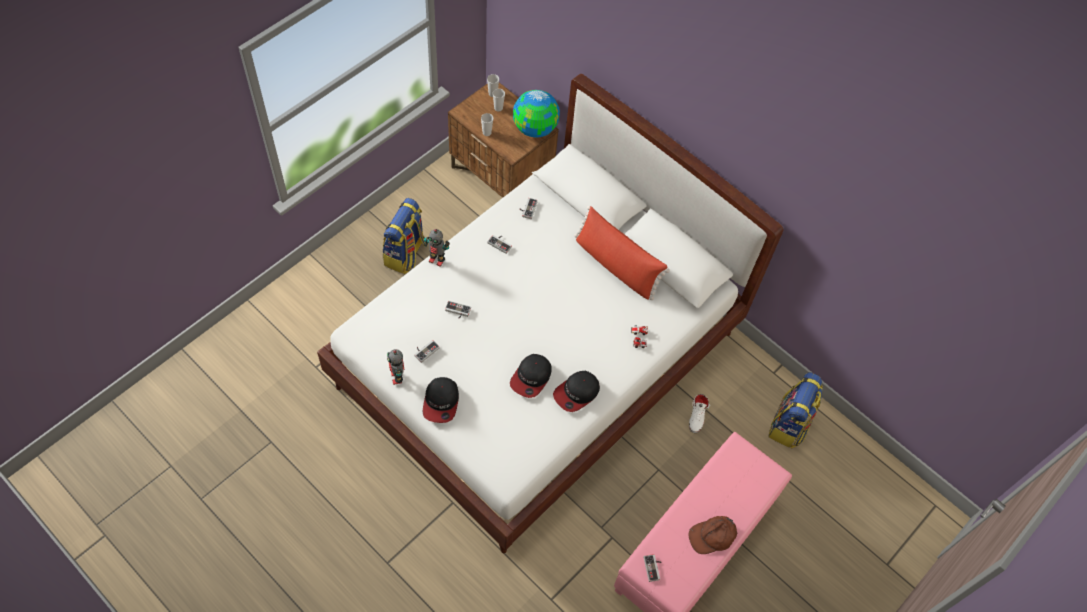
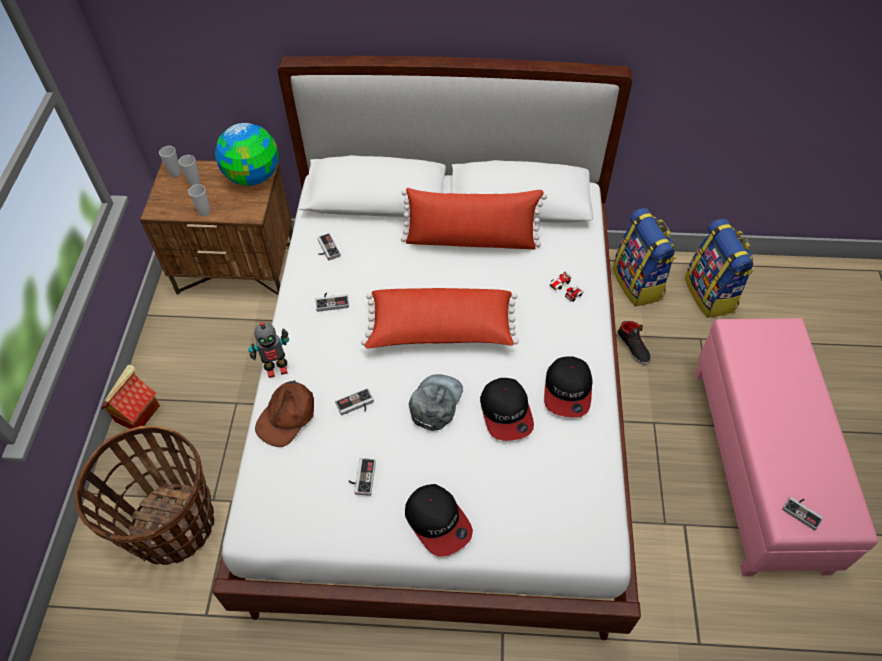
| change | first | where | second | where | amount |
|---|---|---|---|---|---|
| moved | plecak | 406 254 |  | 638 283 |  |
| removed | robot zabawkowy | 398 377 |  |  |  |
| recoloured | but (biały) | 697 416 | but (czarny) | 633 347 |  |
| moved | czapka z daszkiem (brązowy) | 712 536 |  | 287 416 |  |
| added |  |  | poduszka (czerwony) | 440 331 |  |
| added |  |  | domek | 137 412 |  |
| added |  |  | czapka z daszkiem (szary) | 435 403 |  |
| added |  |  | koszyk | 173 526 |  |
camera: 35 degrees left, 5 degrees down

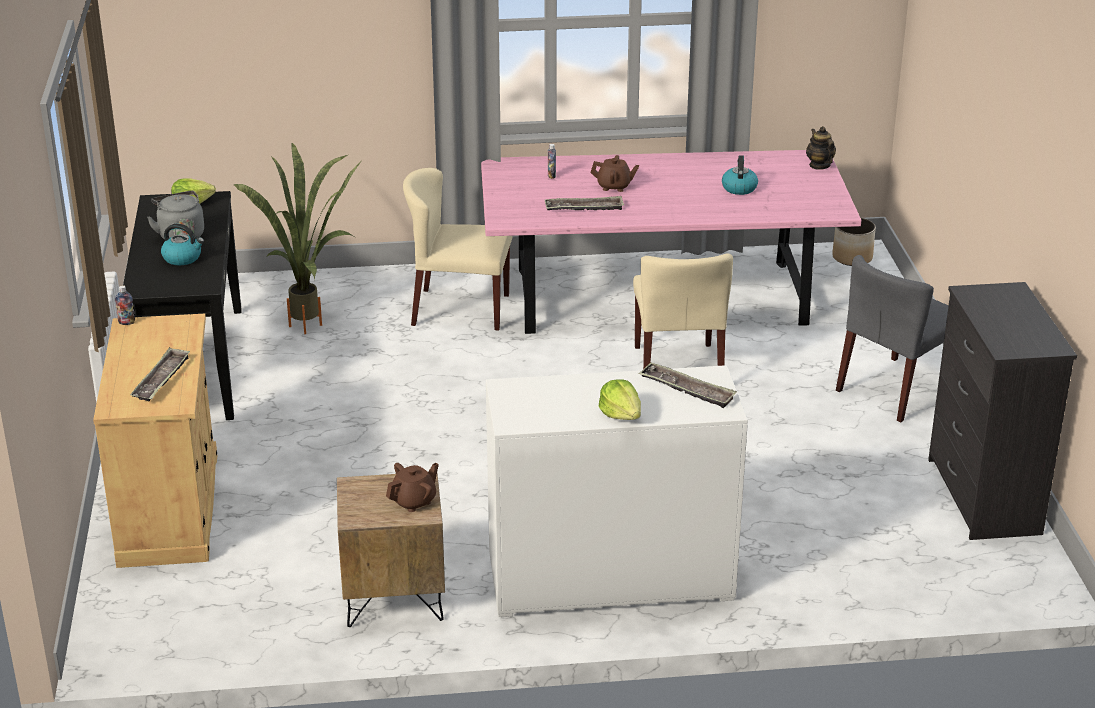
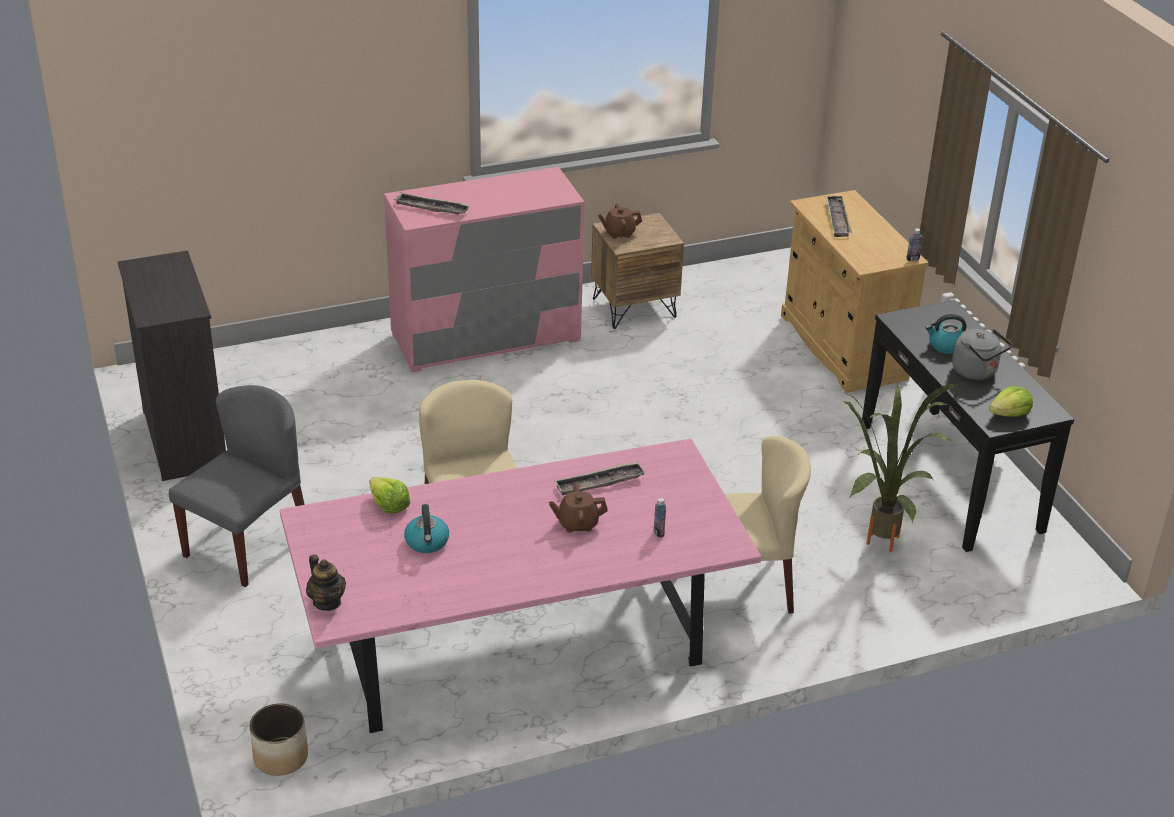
| change | first | where | second | where | amount |
|---|---|---|---|---|---|
| recoloured | komoda (biały) | 610 579 | komoda (różowy) | 485 338 |  |
| moved | sałata | 621 414 |  | 389 505 |  |
| turned | imbryk (brązowy) | 414 501 |  | 619 233 | 45 degrees clockwise |
camera: 165 degrees right, 5 degrees up

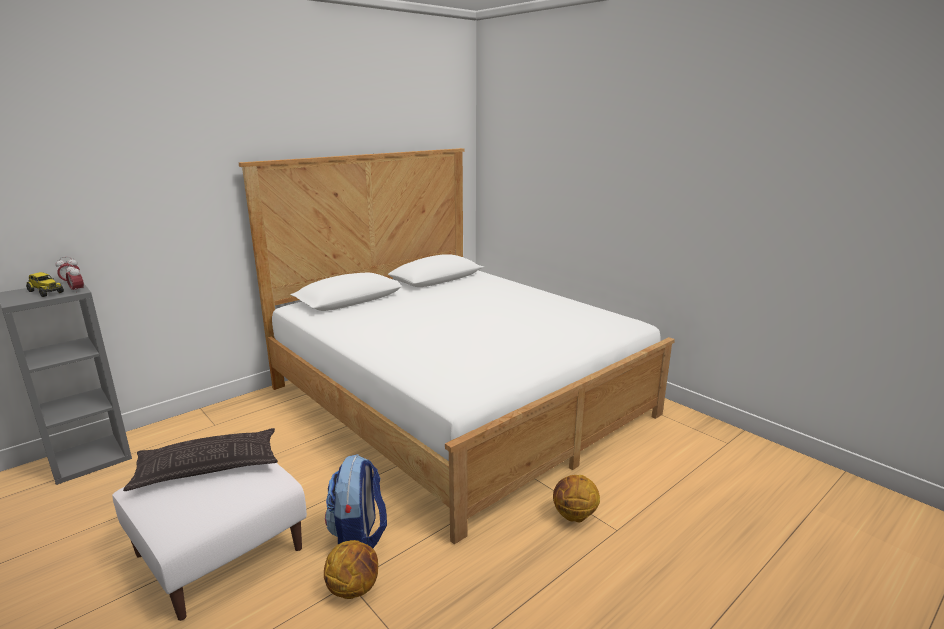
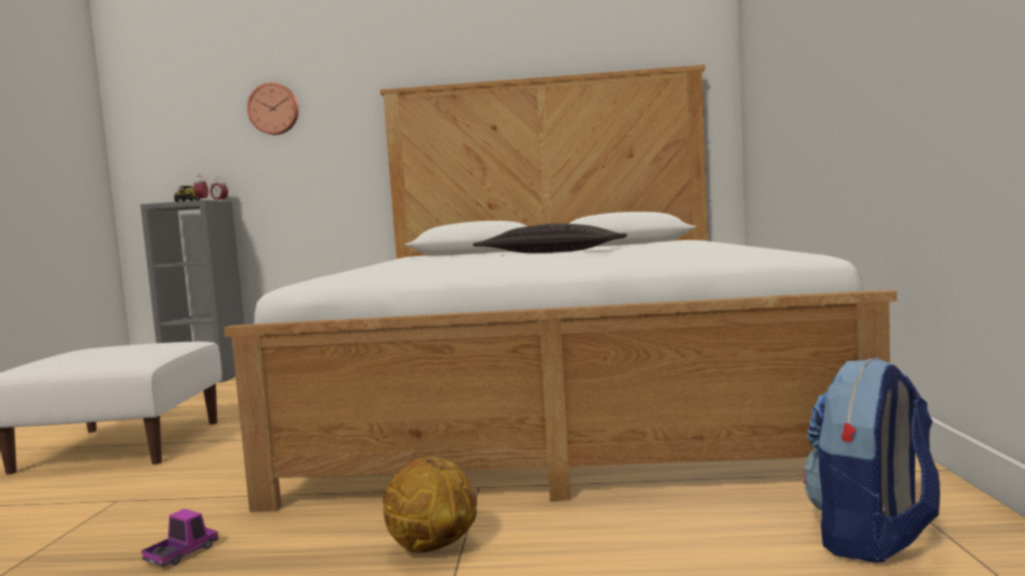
| change | first | where | second | where | amount |
|---|---|---|---|---|---|
| moved | poduszka | 208 467 |  | 551 252 |  |
| moved | plecak | 359 538 |  | 871 537 |  |
| removed | piłka do koszykówki | 354 588 |  |  |  |
| added |  |  | zegar ścienny | 274 109 |  |
| added |  |  | ciężarówka zabawkowa | 181 554 |  |
camera: 45 degrees right, 15 degrees down

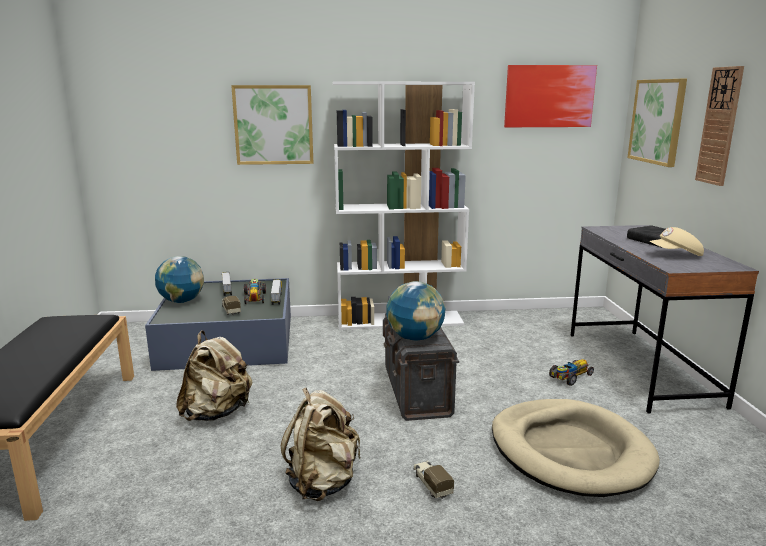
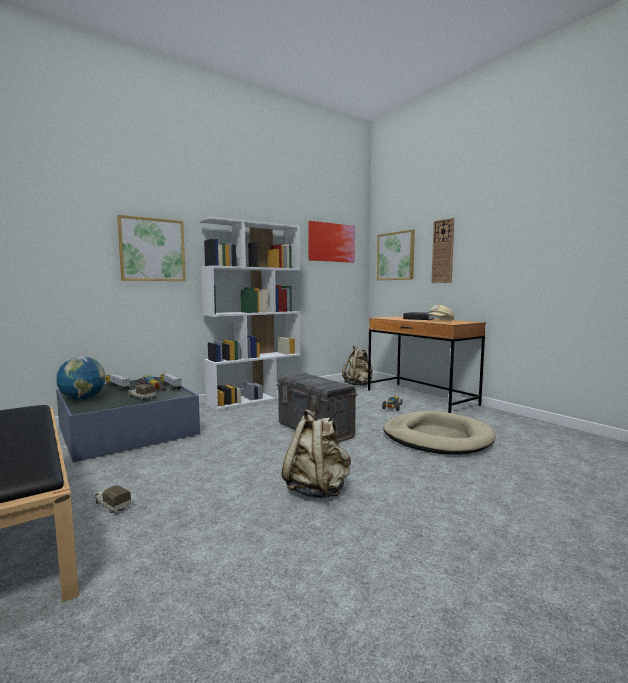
| change | first | where | second | where | amount |
|---|---|---|---|---|---|
| recoloured | biurko (szary) | 640 368 | biurko (brązowy) | 420 397 |  |
| removed | globus | 415 338 |  |  |  |
| moved | plecak (beżowy) | 217 413 |  | 358 385 |  |
| moved | ciężarówka zabawkowa | 431 484 |  | 111 505 |  |
camera: 30 degrees left, 10 degrees down

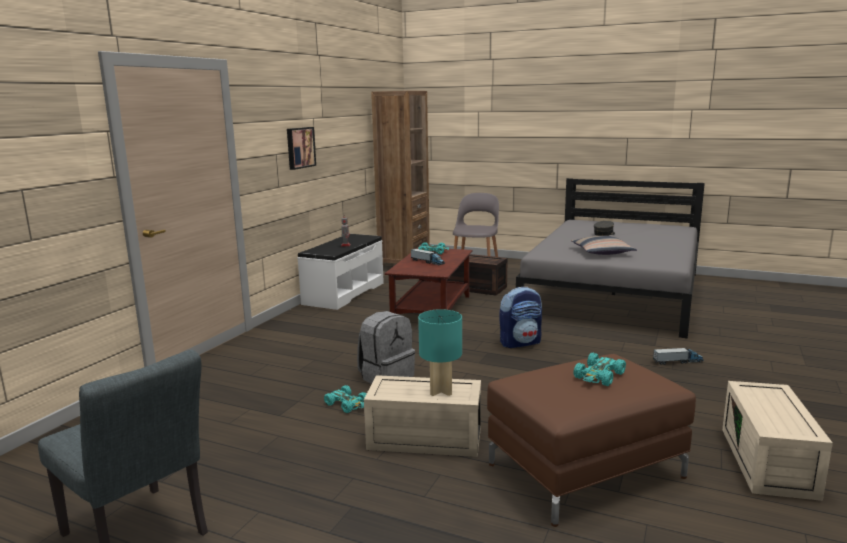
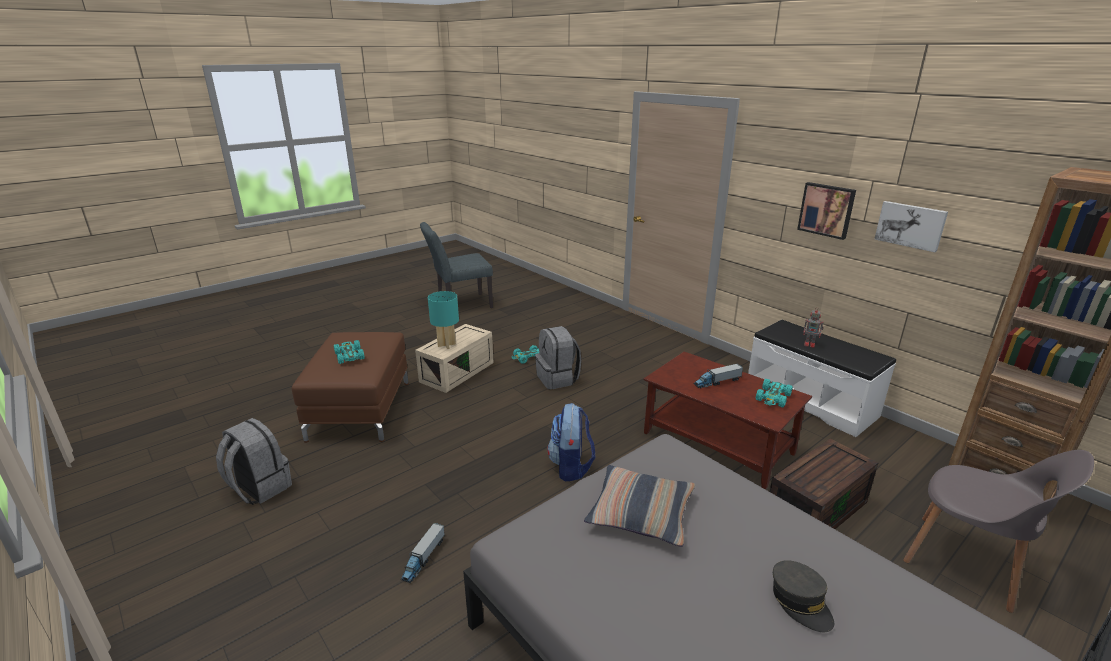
| change | first | where | second | where | amount |
|---|---|---|---|---|---|
| replaced | pojemnik do przechowywania (beżowy) | 770 463 | plecak (szary) | 259 488 |  |
| added |  |  | obraz | 910 225 |  |
camera: 115 degrees right, 10 degrees up

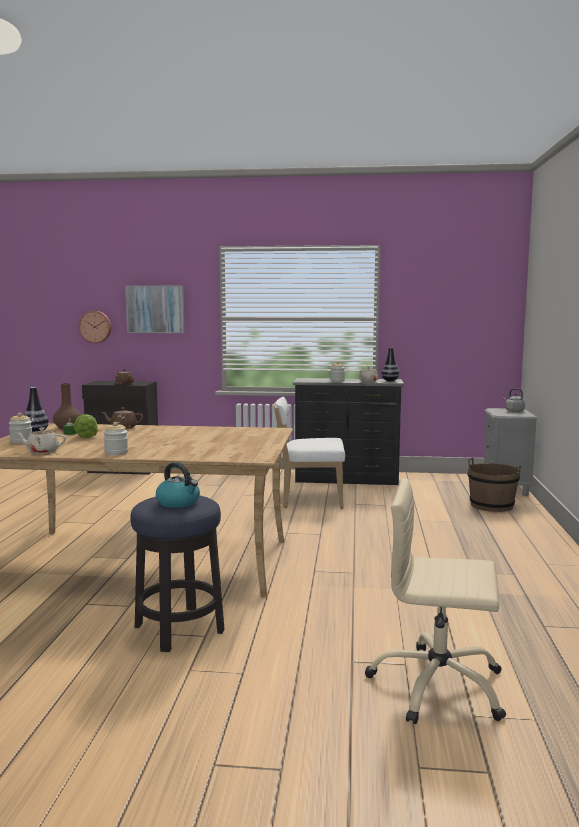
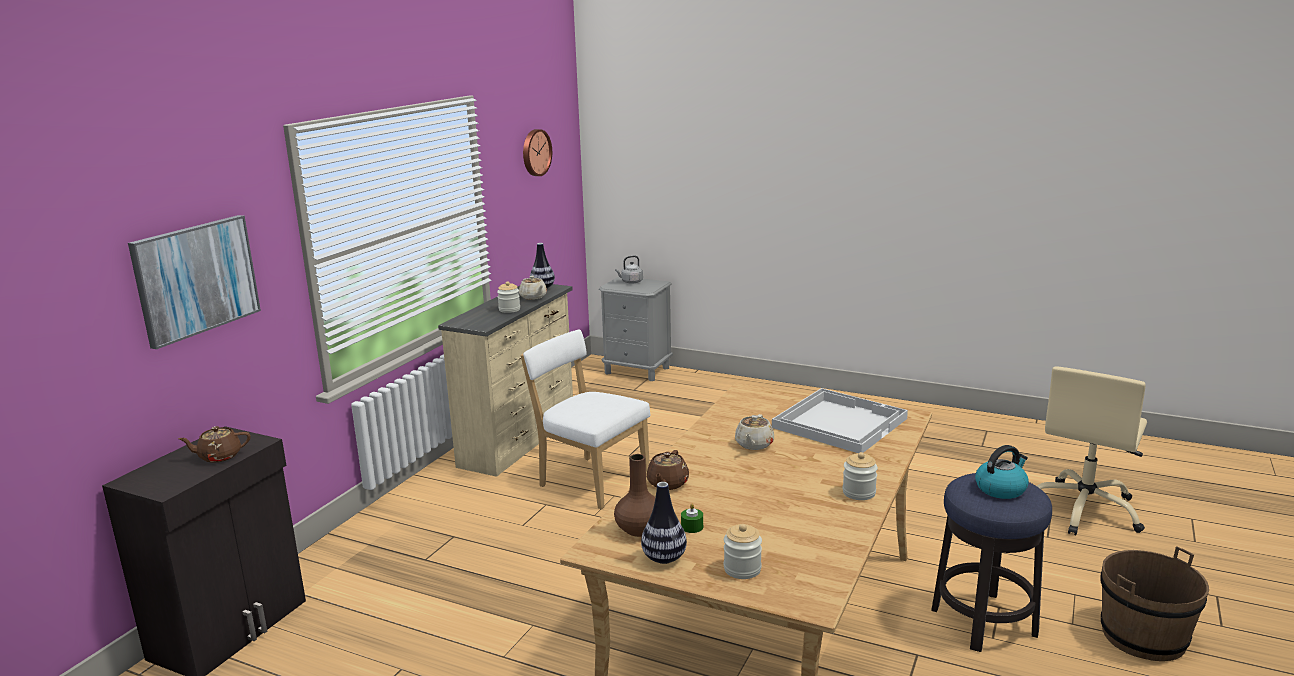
| change | first | where | second | where | amount |
|---|---|---|---|---|---|
| moved | zegar ścienny | 95 326 |  | 535 152 |  |
| recoloured | komoda (czarny) | 347 479 | komoda (beżowy) | 520 440 |  |
| turned | krzesło (biały) | 309 500 |  | 590 481 | 105 degrees clockwise |
| removed | sałata | 86 436 |  |  |  |
| moved | imbryk (beżowy) | 42 451 |  | 754 444 |  |
| moved | wiadro (brązowy) | 491 505 |  | 1143 636 |  |
| added |  |  | taca (biały) | 839 422 |  |
camera: 70 degrees left, 10 degrees up

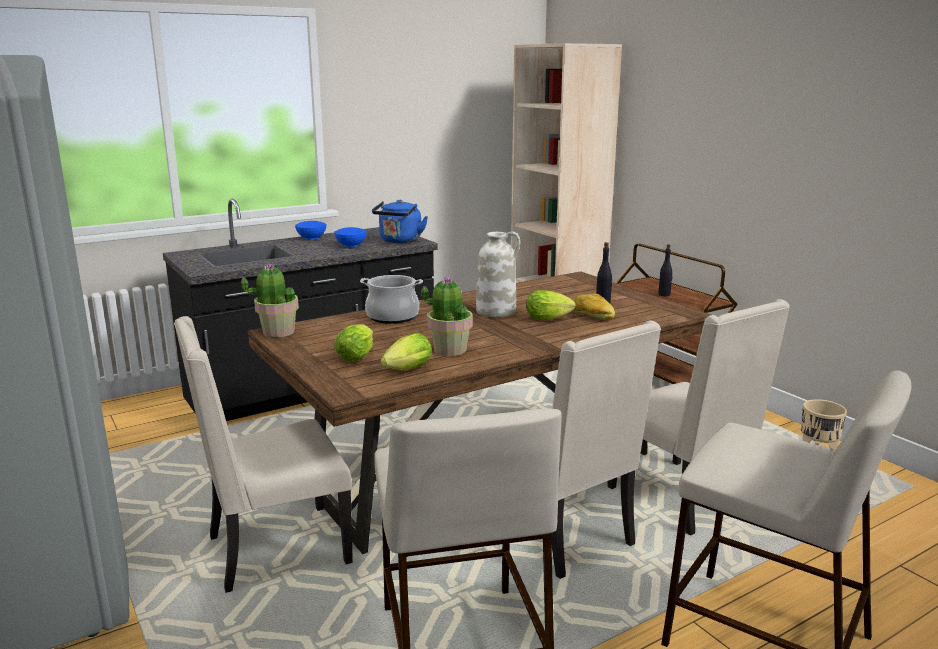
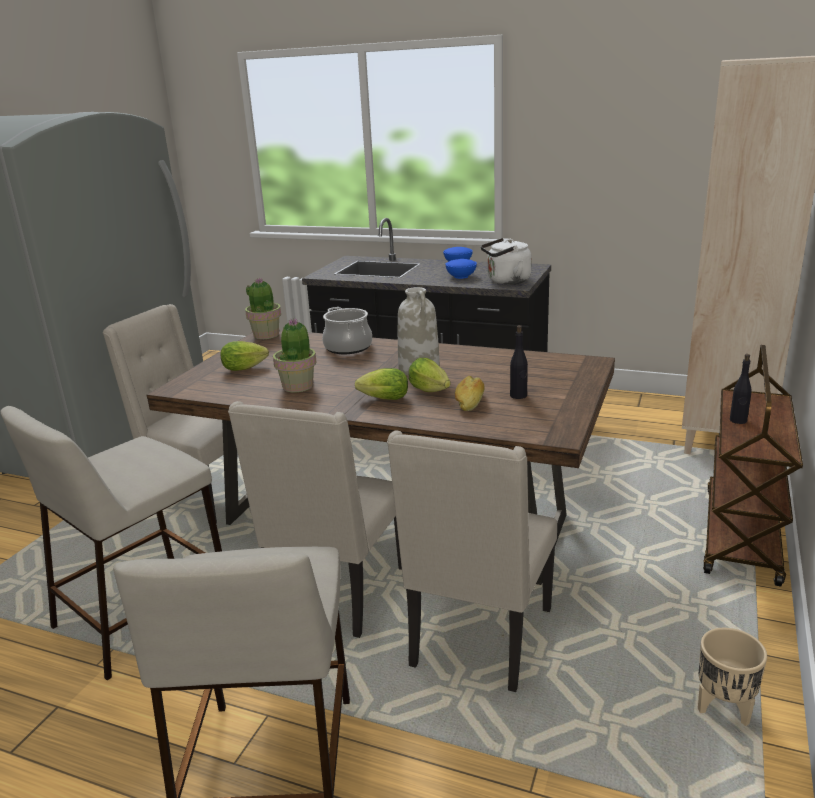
| change | first | where | second | where | amount |
|---|---|---|---|---|---|
| recoloured | czajnik (niebieski) | 399 241 | czajnik (biały) | 506 281 |  |
| moved | sałata | 405 371 |  | 382 399 |  |
camera: 55 degrees right, 5 degrees up

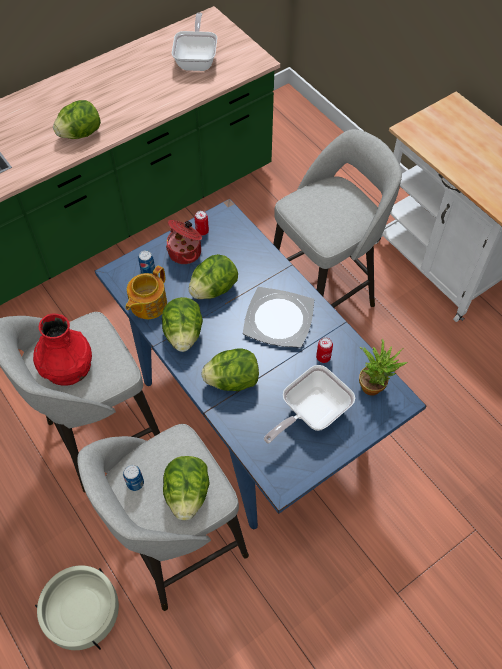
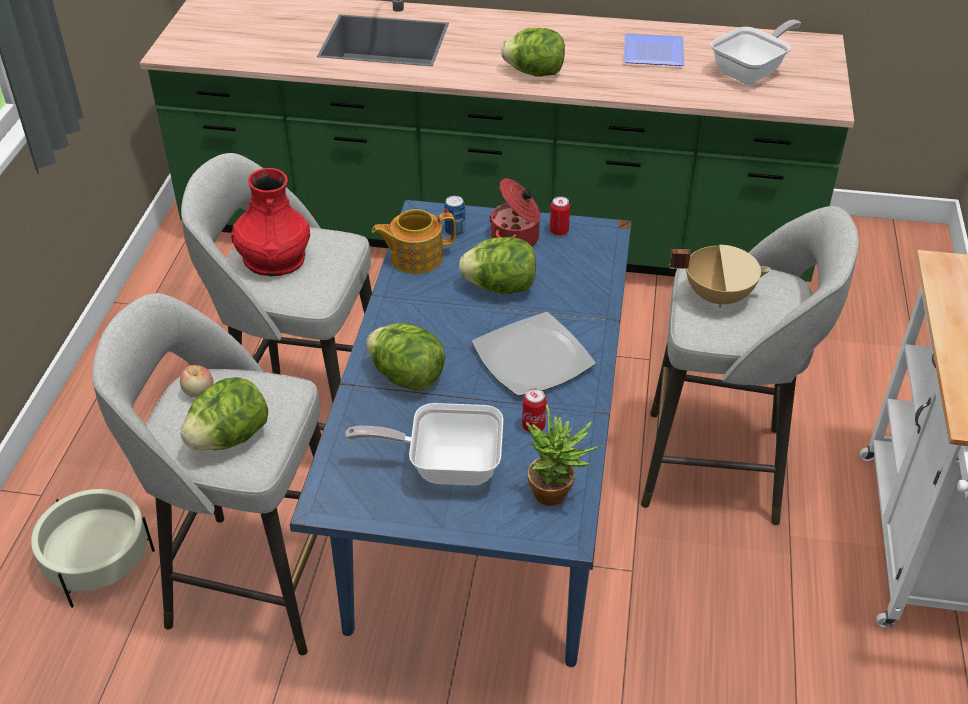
| change | first | where | second | where | amount |
|---|---|---|---|---|---|
| removed | sałata | 183 334 |  |  |  |
| replaced | puszka | 135 483 | jabłko | 199 392 |  |
| added |  |  | talerz | 651 54 |  |
| added |  |  | garnek (beżowy) | 717 295 |  |
camera: 45 degrees right, 15 degrees down

